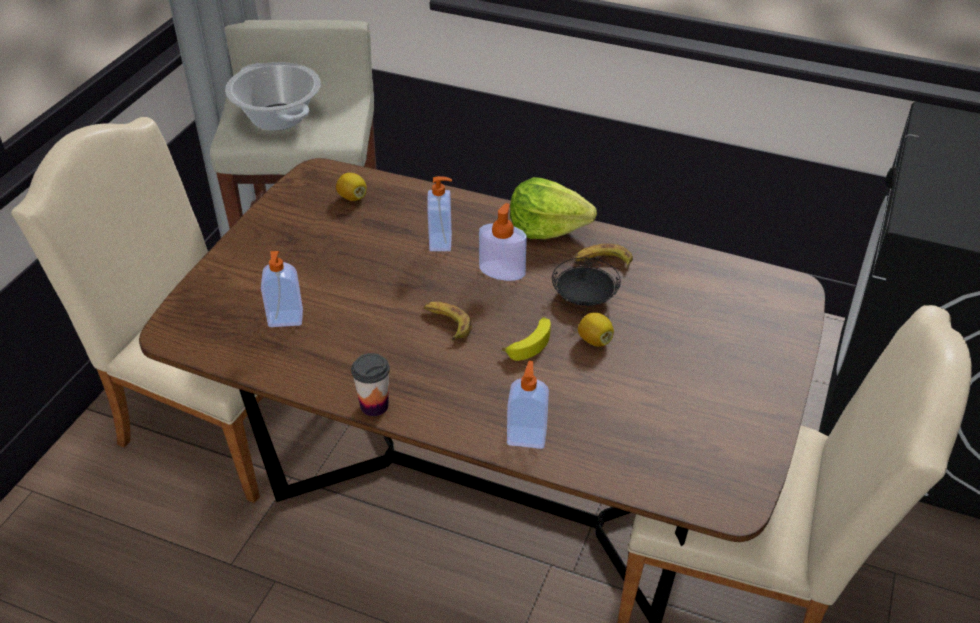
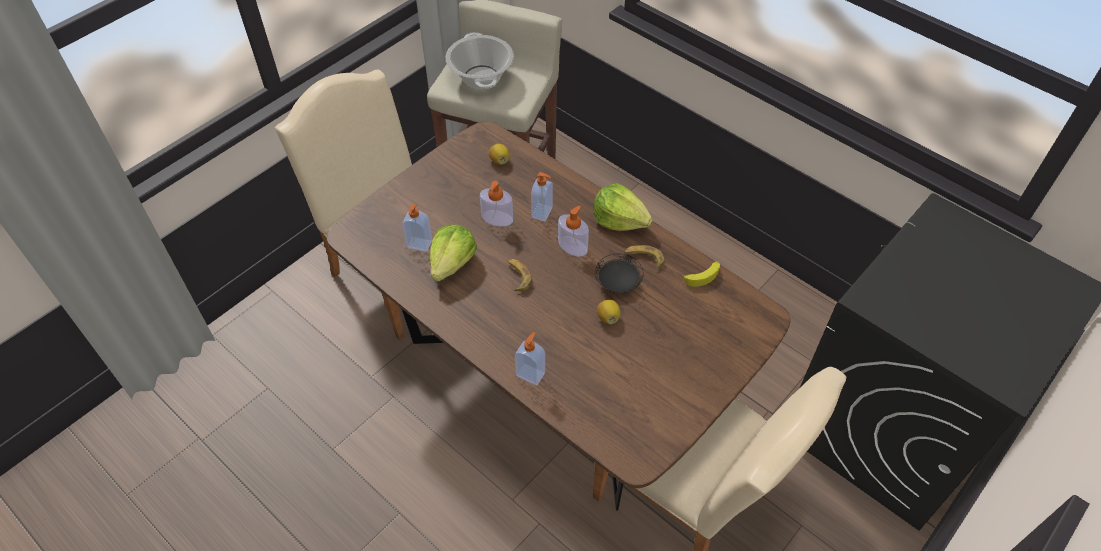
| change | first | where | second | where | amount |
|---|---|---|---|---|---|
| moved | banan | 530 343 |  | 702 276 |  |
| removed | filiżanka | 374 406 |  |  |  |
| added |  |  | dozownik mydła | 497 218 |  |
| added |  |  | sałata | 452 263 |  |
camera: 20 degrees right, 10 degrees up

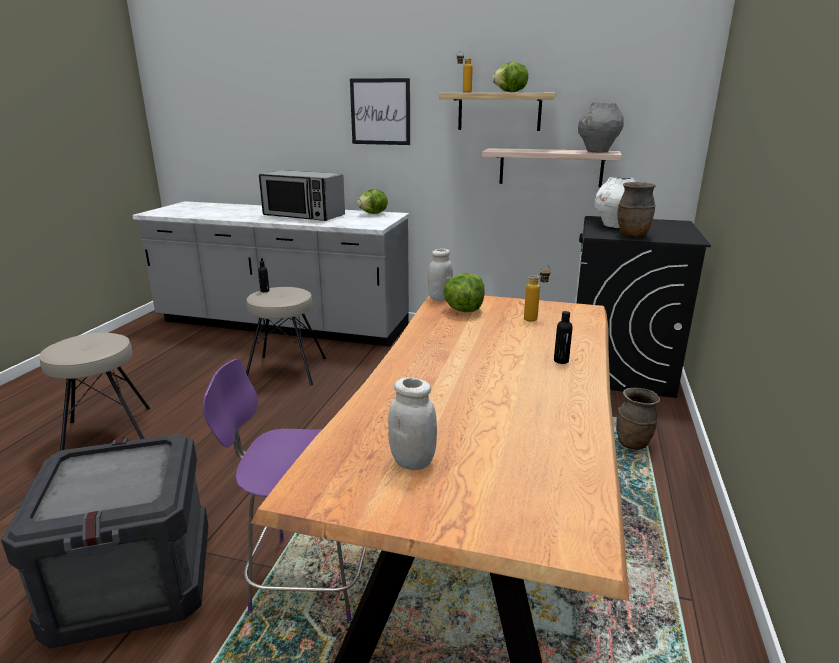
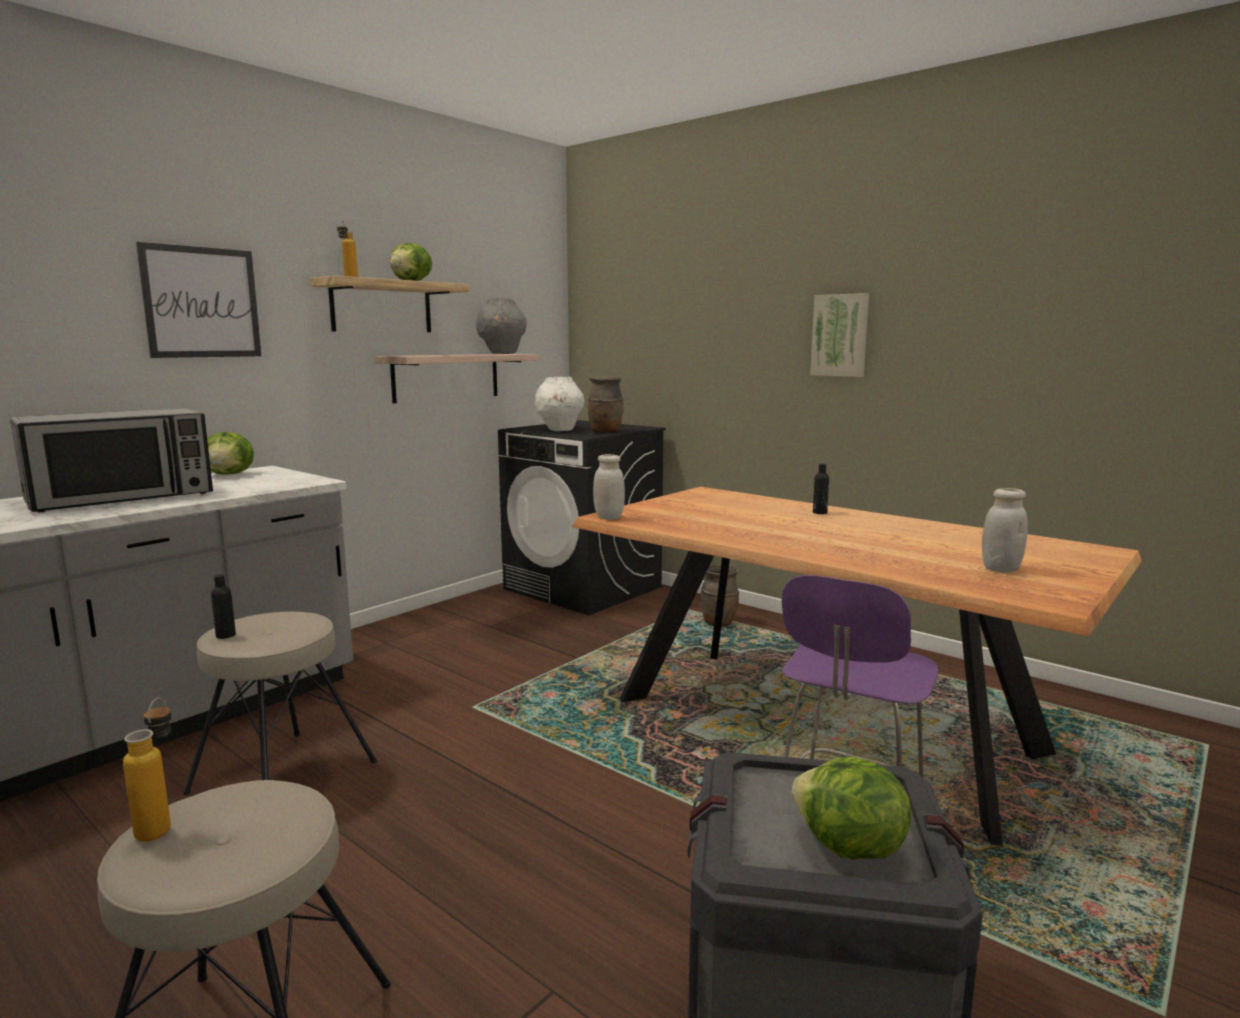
| change | first | where | second | where | amount |
|---|---|---|---|---|---|
| moved | butelka | 535 318 |  | 161 824 |  |
| moved | sałata | 464 310 |  | 848 848 |  |
| added |  |  | obraz | 840 335 |  |
camera: 65 degrees left, 10 degrees down

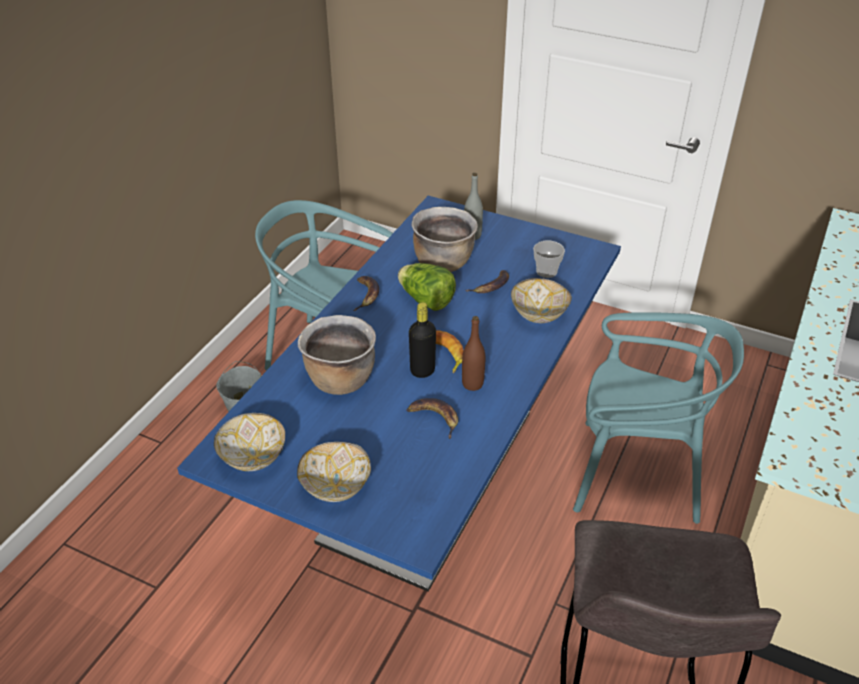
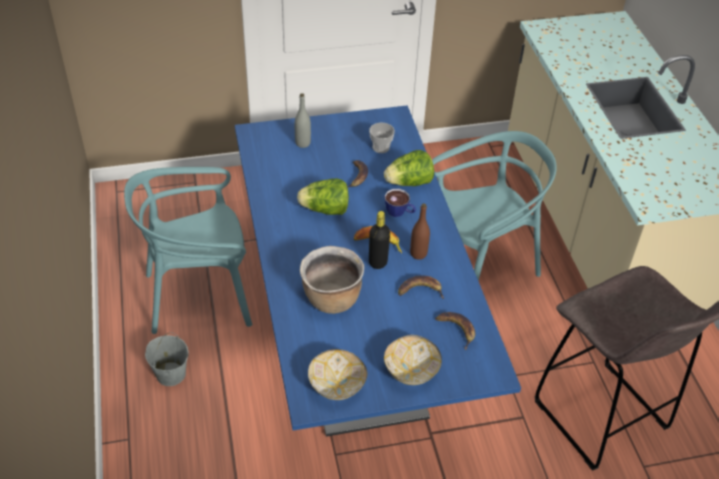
| change | first | where | second | where | amount |
|---|---|---|---|---|---|
| removed | garnek (brązowy) | 443 263 |  |  |  |
| moved | banan | 366 295 |  | 457 329 |  |
| replaced | miska | 539 315 | sałata | 409 183 |  |
| added |  |  | filiżanka | 399 212 |  |
camera: 40 degrees left, 5 degrees up

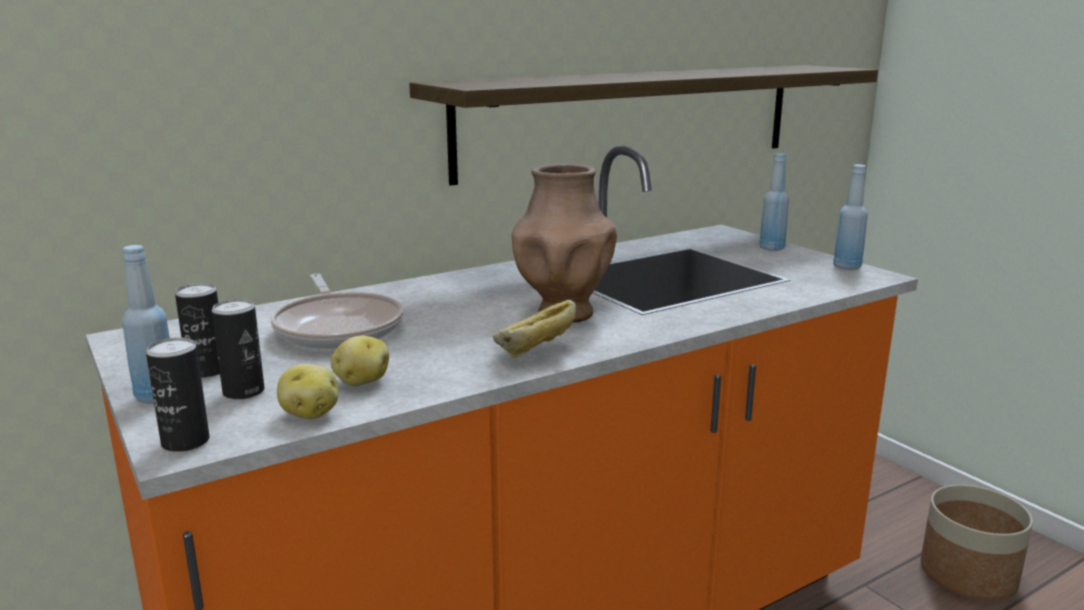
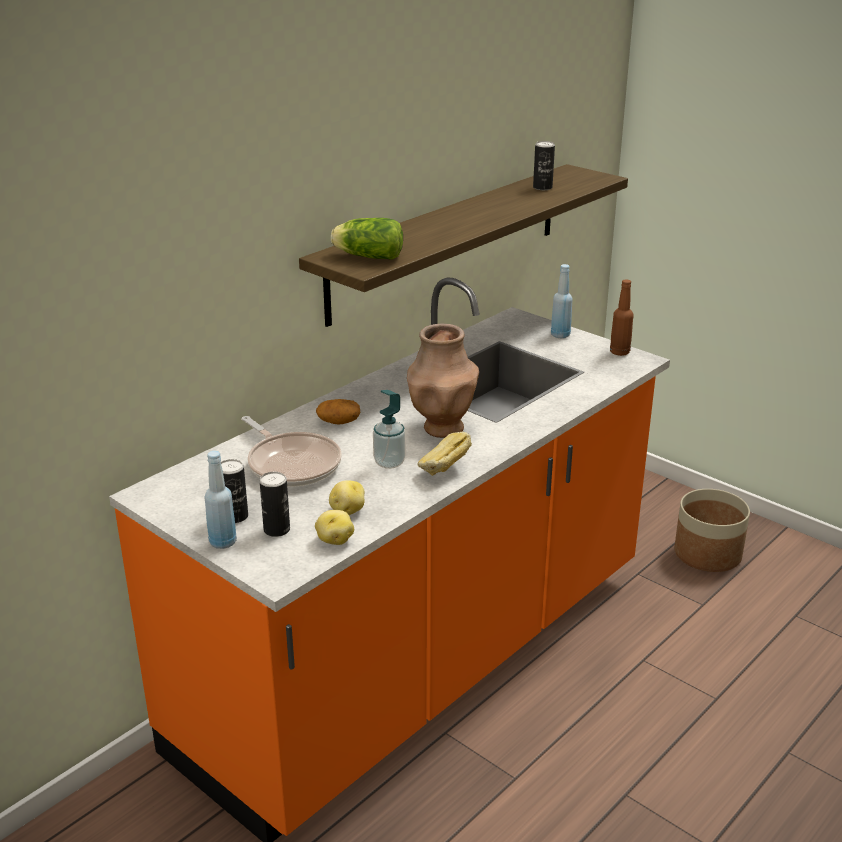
| change | first | where | second | where | amount |
|---|---|---|---|---|---|
| recoloured | butelka (niebieski) | 847 267 | butelka (brązowy) | 619 352 |  |
| moved | puszka | 185 442 |  | 542 187 |  |
| added |  |  | sałata | 367 256 |  |
| added |  |  | dozownik mydła | 389 462 |  |
| added |  |  | ziemniak | 338 422 |  |
camera: 15 degrees left, 10 degrees up

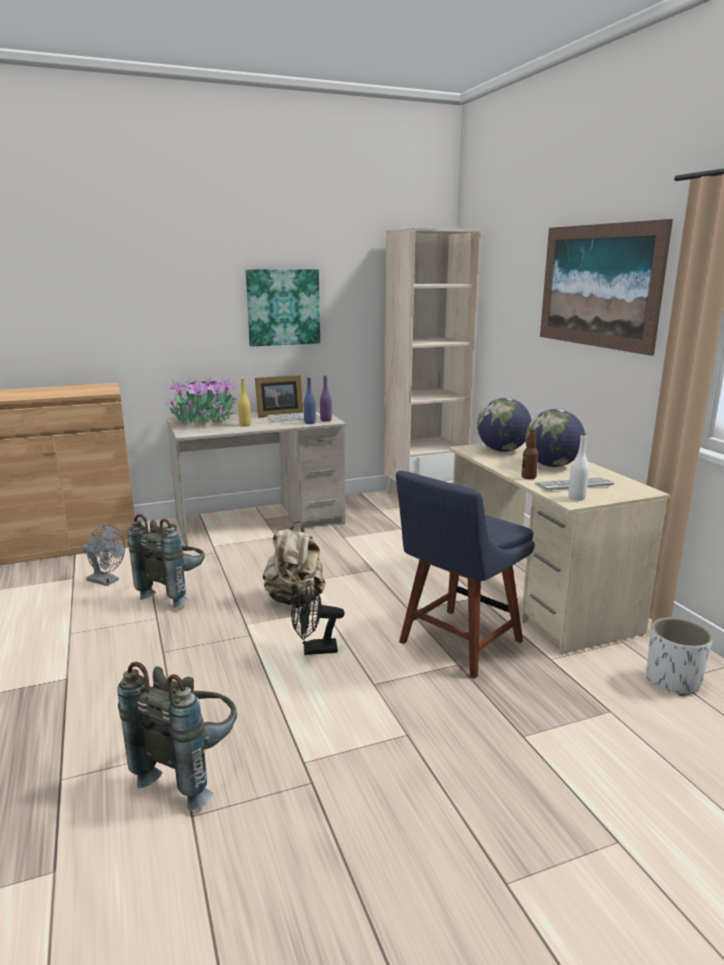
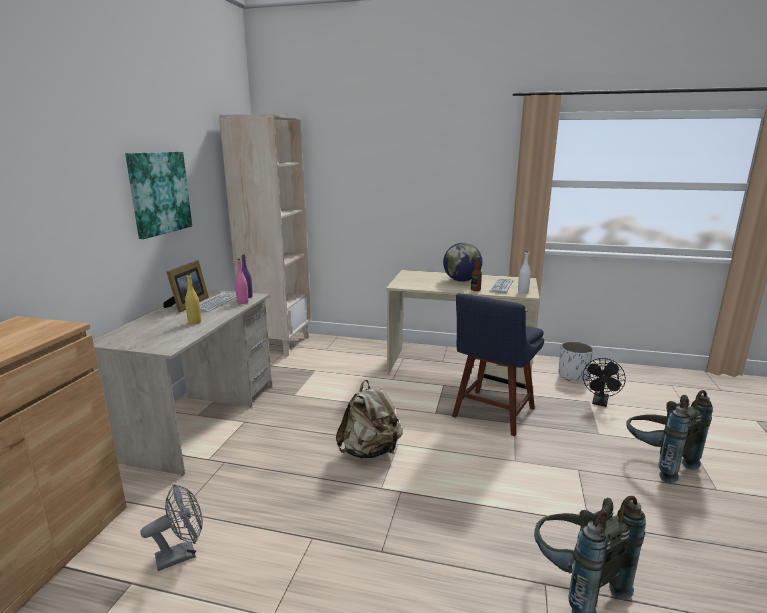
| change | first | where | second | where | amount |
|---|---|---|---|---|---|
| removed | obraz | 598 286 |  |  |  |
| removed | roślina doniczkowa | 205 421 |  |  |  |
| recoloured | butelka (niebieski) | 310 423 | butelka (różowy) | 242 302 |  |
| removed | globus | 502 450 |  |  |  |
| turned | krzesło (niebieski) | 457 644 |  | 492 414 | 45 degrees clockwise |
| moved | plecak (szary) | 175 593 |  | 657 462 |  |
| moved | wentylator (czarny) | 314 650 |  | 600 402 |  |
camera: 55 degrees left, 0 degrees up

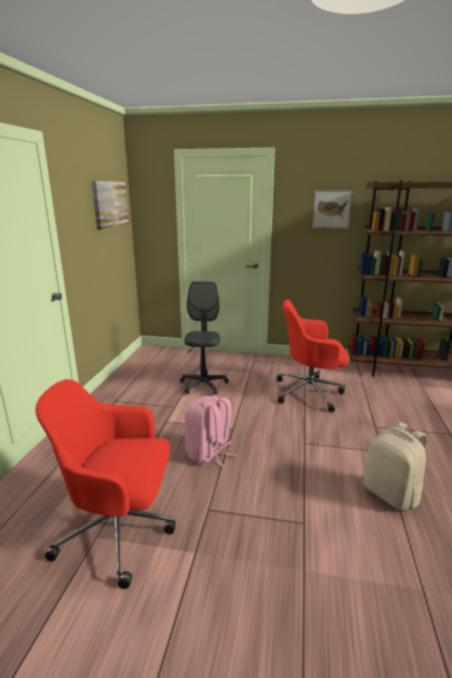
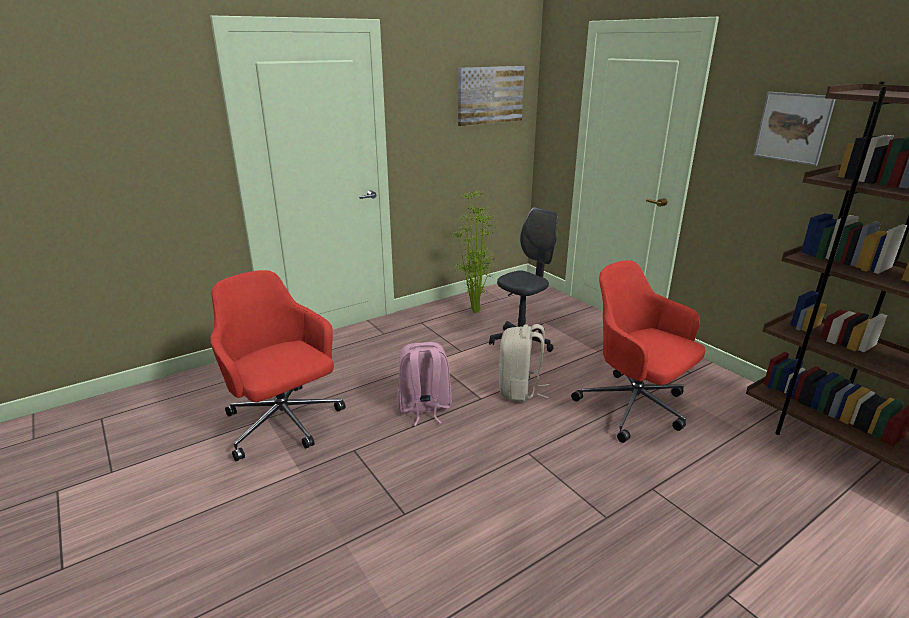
| change | first | where | second | where | amount |
|---|---|---|---|---|---|
| moved | plecak (beżowy) | 392 494 |  | 519 390 |  |
| added |  |  | roślina doniczkowa | 474 311 |  |
camera: 45 degrees right, 5 degrees up

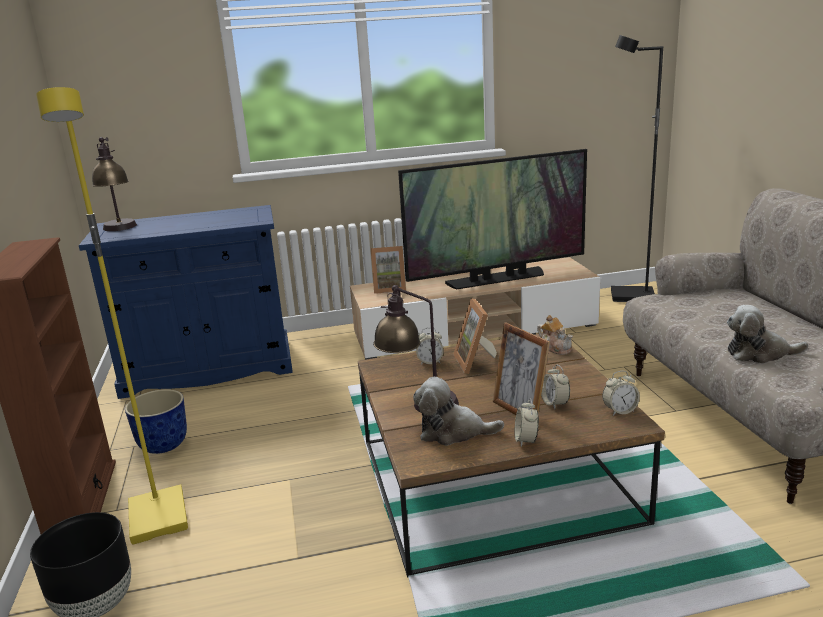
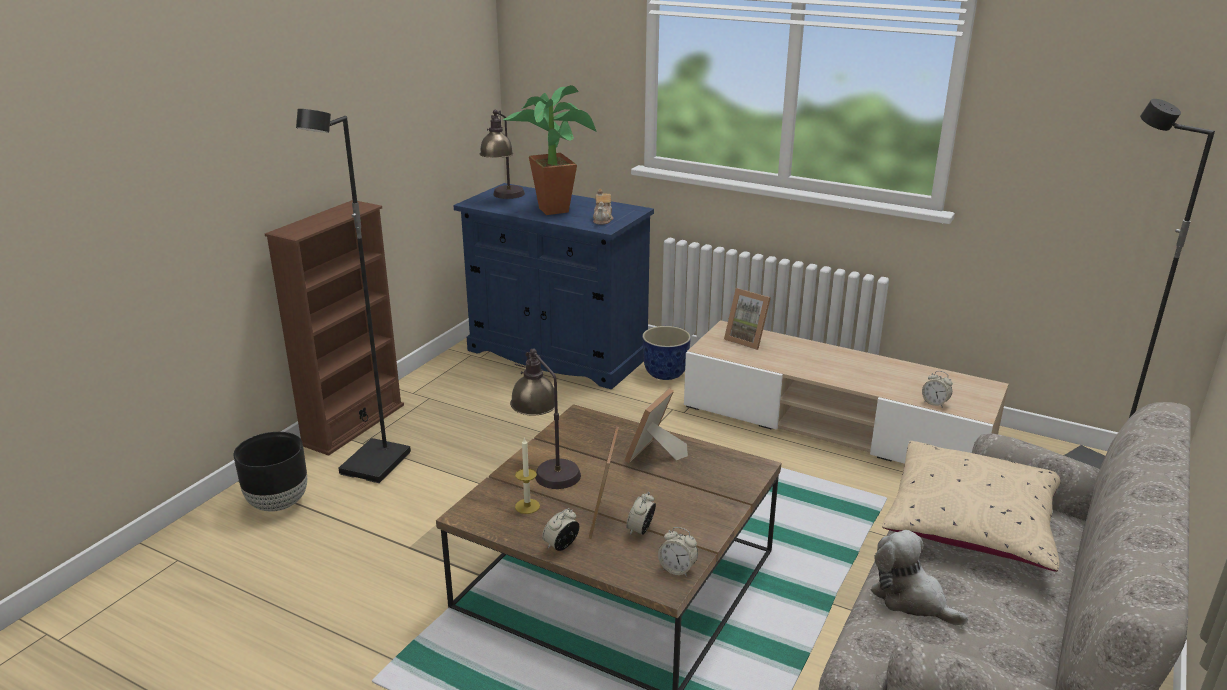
| change | first | where | second | where | amount |
|---|---|---|---|---|---|
| recoloured | lampa stojąca (żółty) | 160 517 | lampa stojąca (czarny) | 376 464 |  |
| removed | telewizor | 496 279 |  |  |  |
| moved | imbryk | 555 348 |  | 603 219 |  |
| moved | budzik | 430 362 |  | 935 403 |  |
| replaced | pluszak | 453 432 | świeca | 527 506 |  |
| moved | donica | 163 445 |  | 665 373 |  |
| added |  |  | roślina doniczkowa | 555 208 |  |
| added |  |  | poduszka (beżowy) | 970 524 |  |
camera: 40 degrees right, 5 degrees up

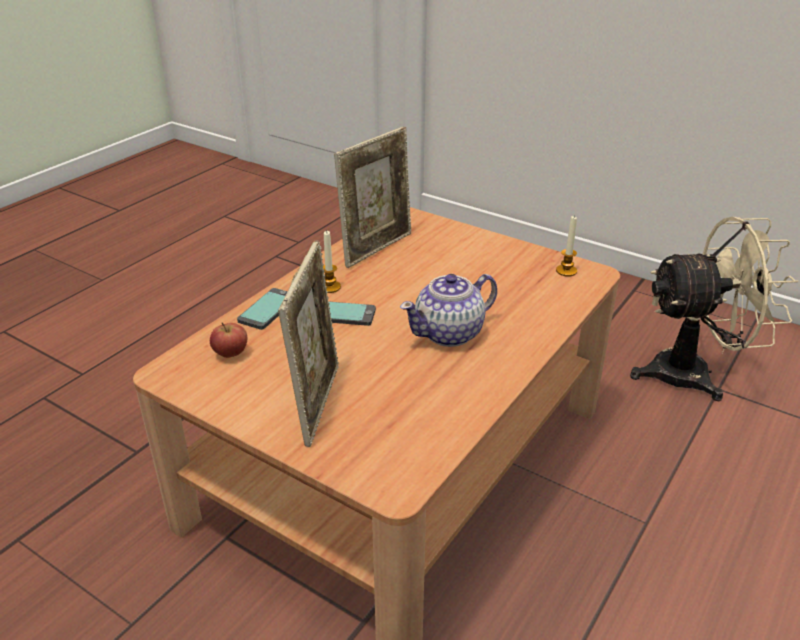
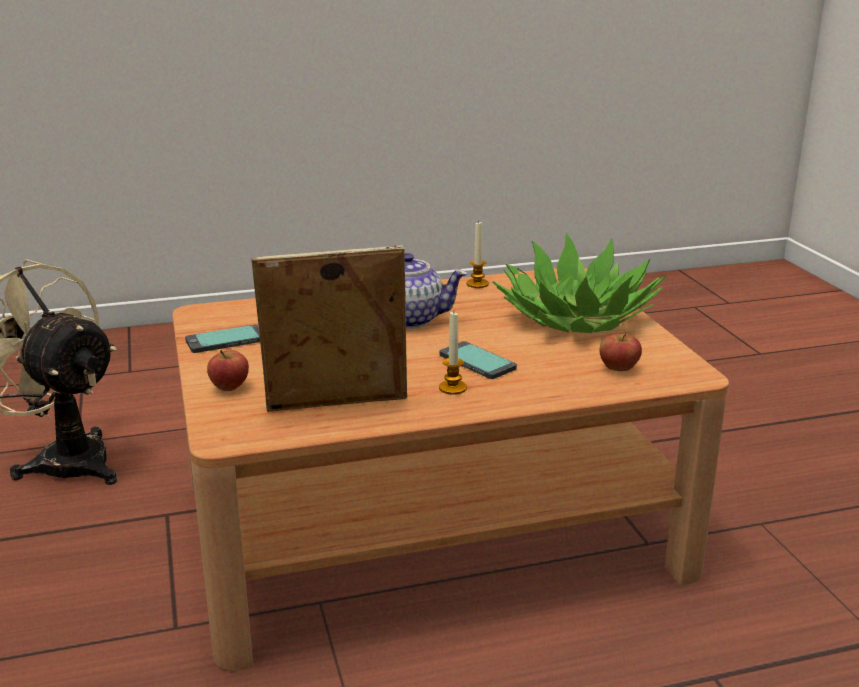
| change | first | where | second | where | amount |
|---|---|---|---|---|---|
| moved | świeca | 566 271 |  | 477 284 |  |
| replaced | ramka na zdjęcie | 317 402 | roślina doniczkowa | 576 318 |  |
| moved | telefon | 267 309 |  | 225 341 |  |
| added |  |  | jabłko | 230 387 |  |
camera: 140 degrees left, 10 degrees down

